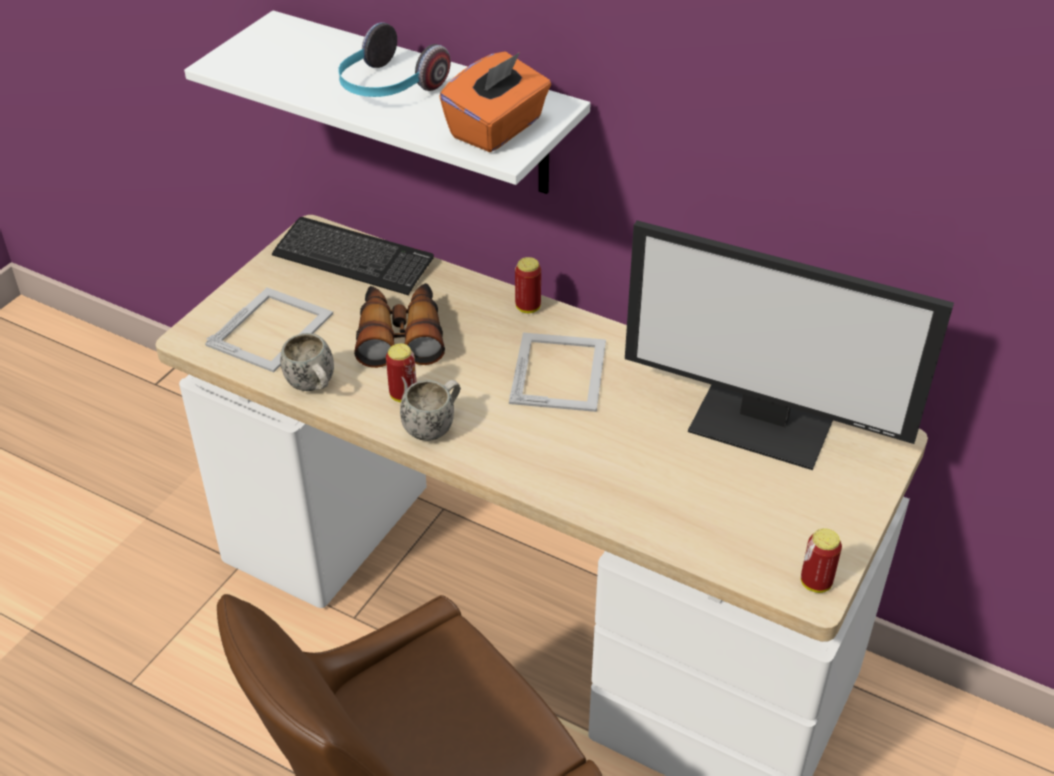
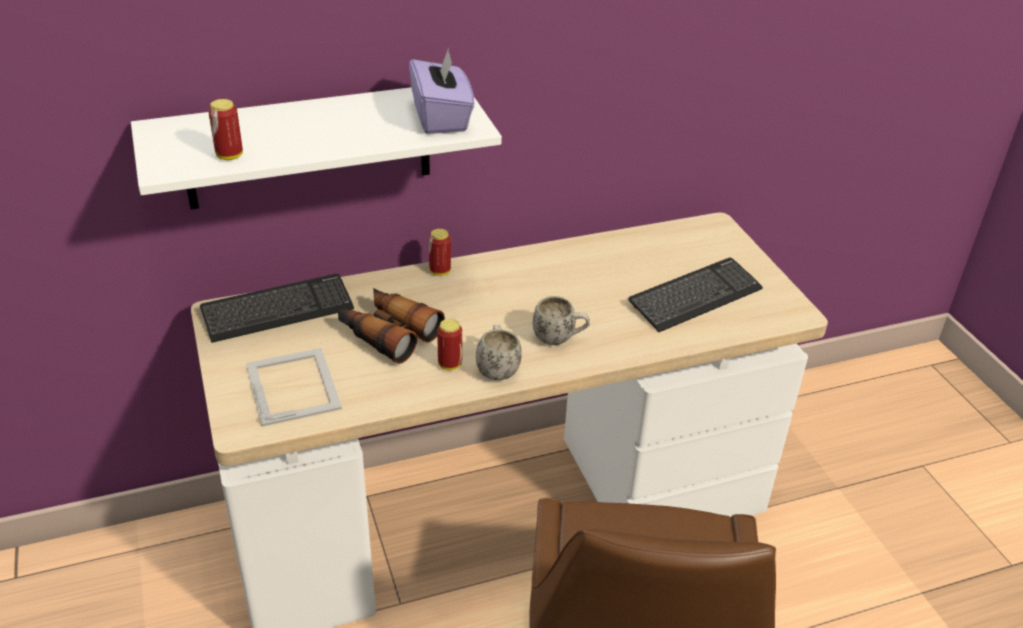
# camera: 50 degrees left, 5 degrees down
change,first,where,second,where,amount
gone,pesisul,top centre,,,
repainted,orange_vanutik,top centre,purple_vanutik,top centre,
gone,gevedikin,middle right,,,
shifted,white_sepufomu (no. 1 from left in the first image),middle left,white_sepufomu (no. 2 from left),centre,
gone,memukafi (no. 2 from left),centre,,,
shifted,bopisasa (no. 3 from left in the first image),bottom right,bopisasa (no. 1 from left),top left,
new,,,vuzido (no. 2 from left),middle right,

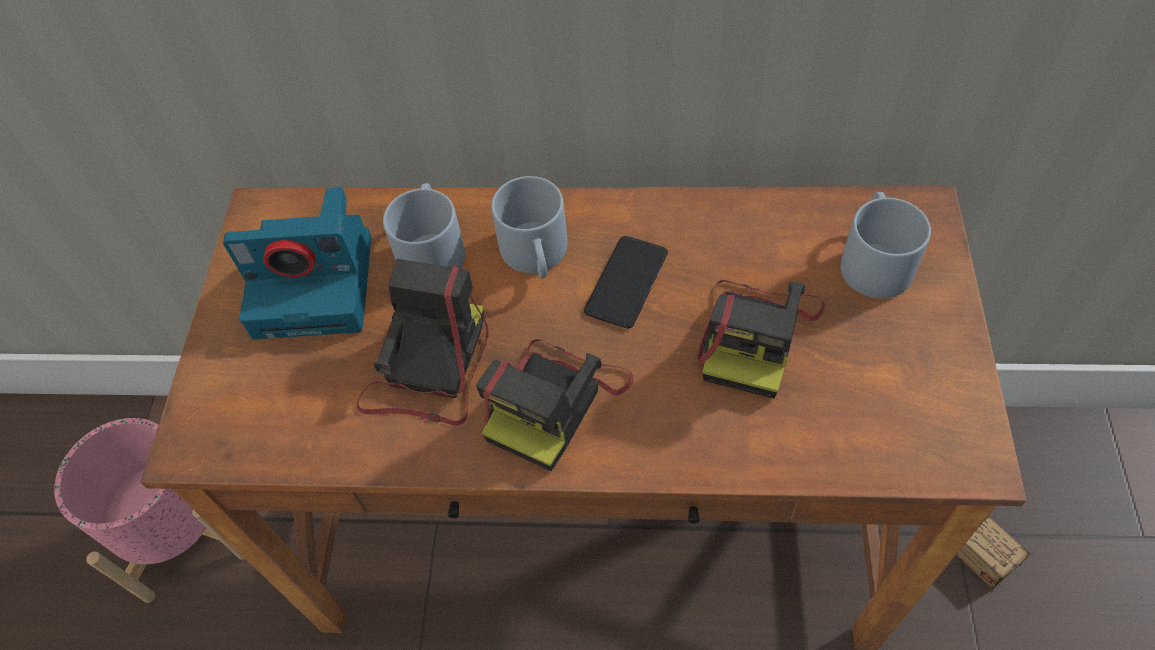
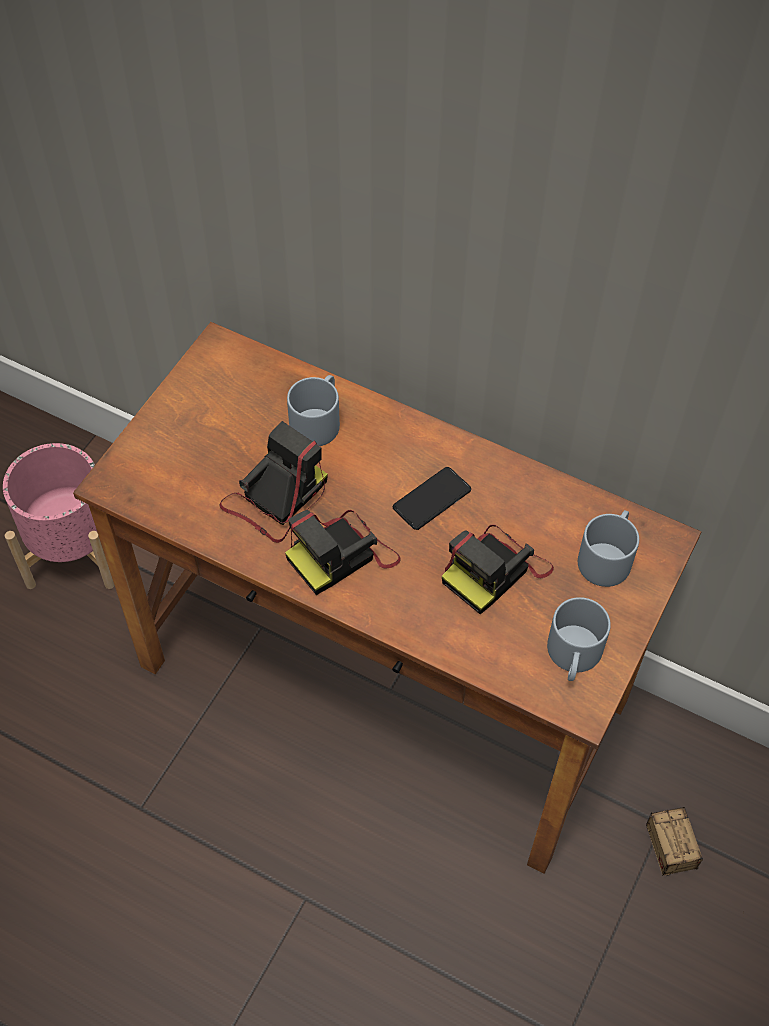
# camera: 20 degrees right, 0 degrees up
change,first,where,second,where,amount
shifted,grey_sepufomu (no. 2 from left),centre,,middle right,
gone,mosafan (no. 1 from left),middle left,,,

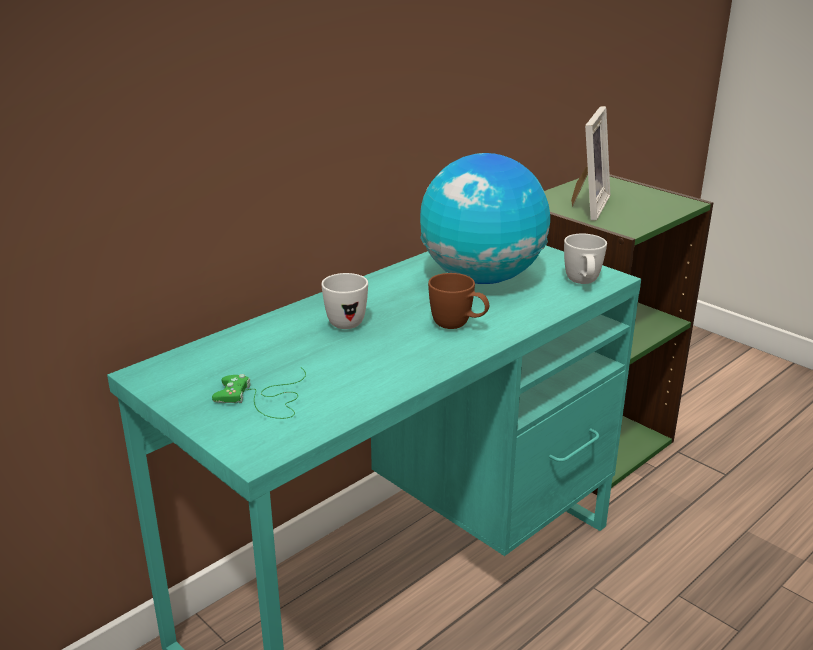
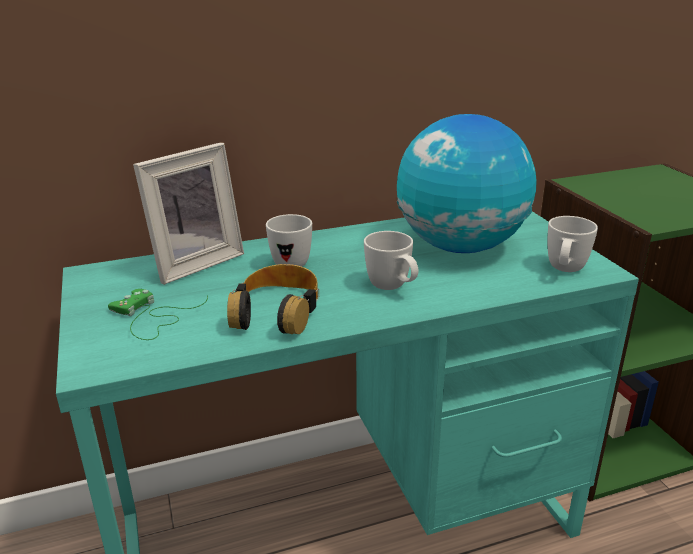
# camera: 25 degrees right, 0 degrees up
change,first,where,second,where,amount
shifted,memukafi,top right,,middle left,
repainted,brown_sepufomu,centre,white_sepufomu (no. 2 from left),centre,
new,,,pesisul,centre,

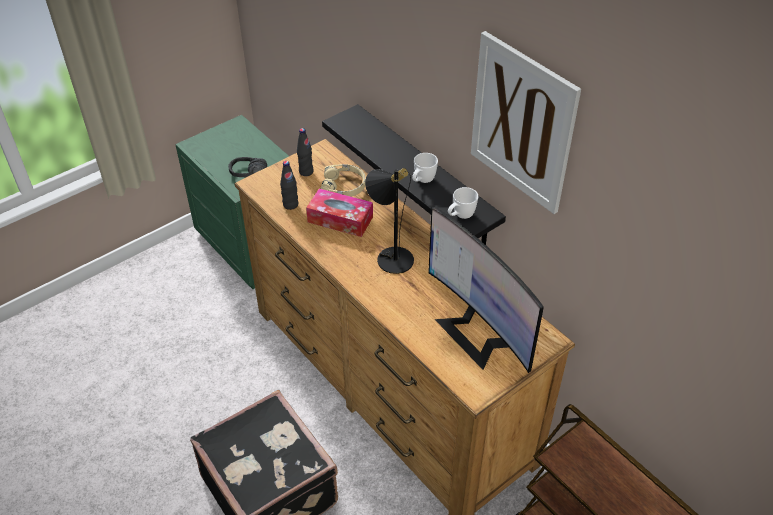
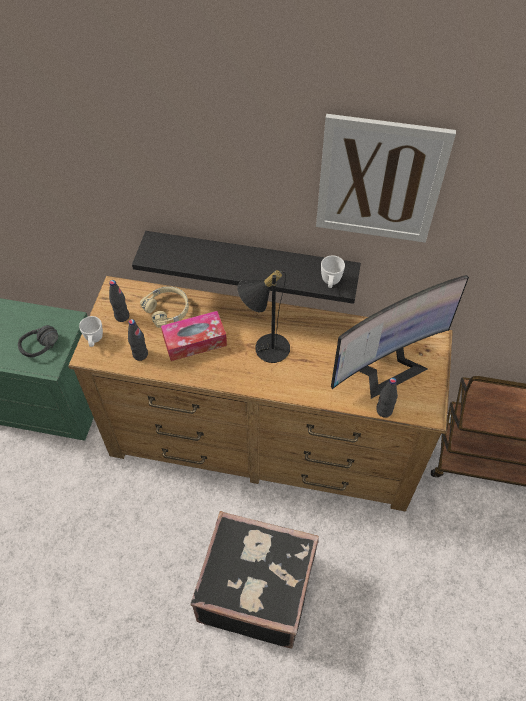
# camera: 40 degrees left, 10 degrees up
change,first,where,second,where,amount
shifted,white_sepufomu (no. 1 from left),top centre,,middle left,
rotated,gevedikin,centre,,middle right,45 degrees counterclockwise
new,,,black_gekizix (no. 3 from left),middle right,

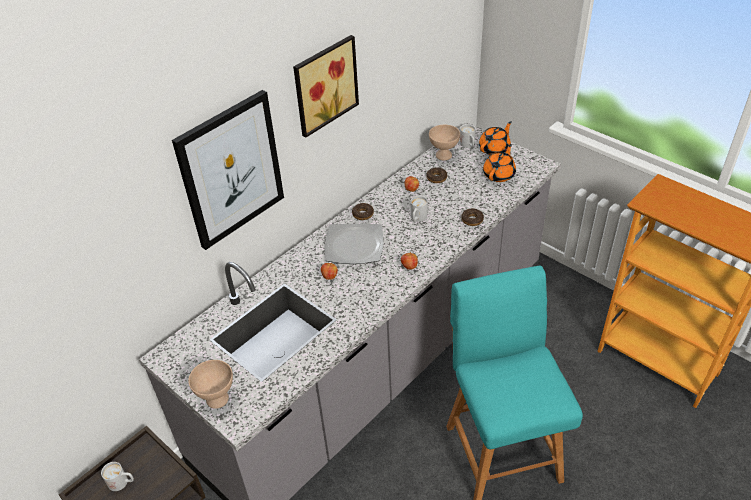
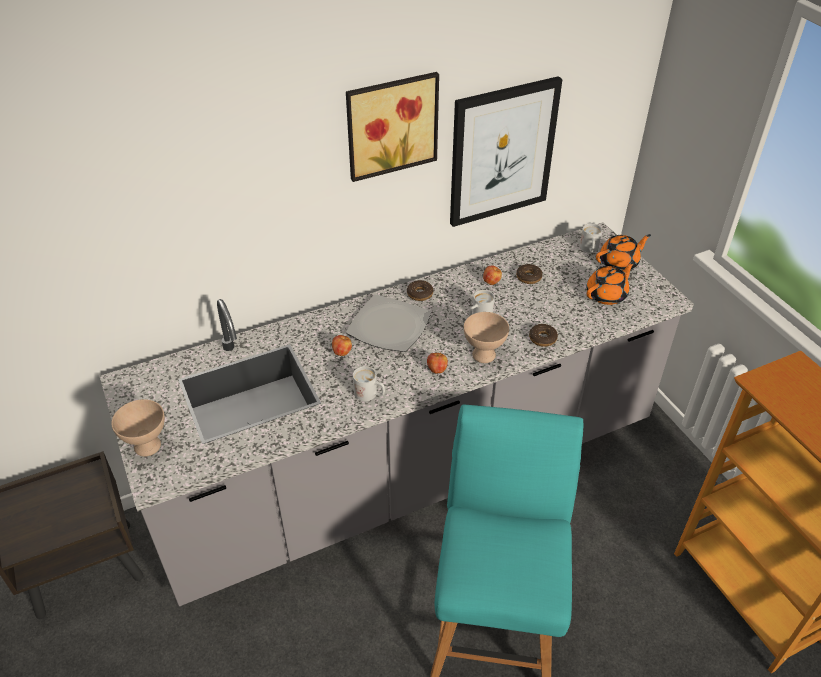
# camera: 20 degrees right, 0 degrees up
change,first,where,second,where,amount
shifted,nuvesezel (no. 1 from left in the first image),middle left,nuvesezel (no. 2 from left),top centre,
shifted,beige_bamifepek (no. 2 from left),top centre,,centre,
shifted,white_sepufomu (no. 1 from left),bottom left,,centre,

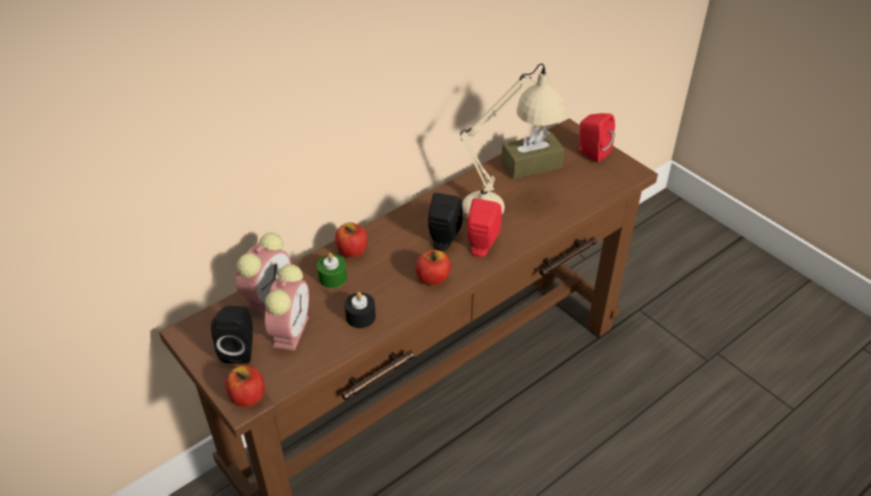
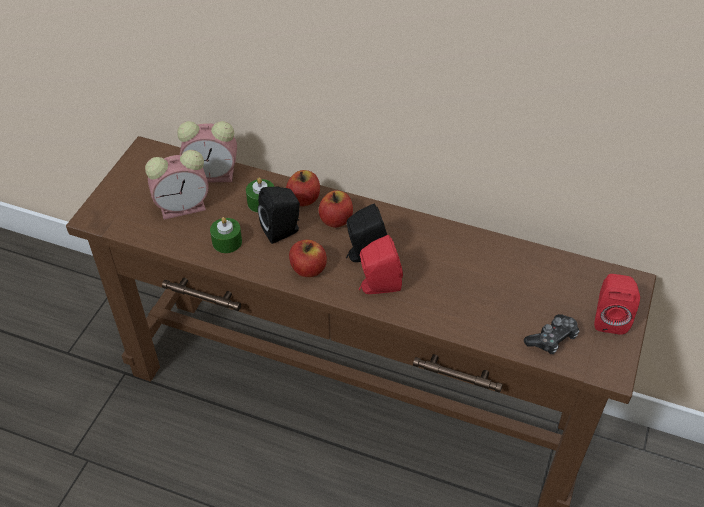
# camera: 60 degrees right, 5 degrees up
change,first,where,second,where,amount
gone,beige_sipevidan,top centre,,,
gone,brown_vanutik,top centre,,,
repainted,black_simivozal,centre,green_simivozal (no. 1 from left),middle left,
shifted,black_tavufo (no. 1 from left),bottom left,,centre,
shifted,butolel (no. 1 from left in the first image),bottom left,butolel (no. 3 from left),centre,
new,,,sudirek,middle right,

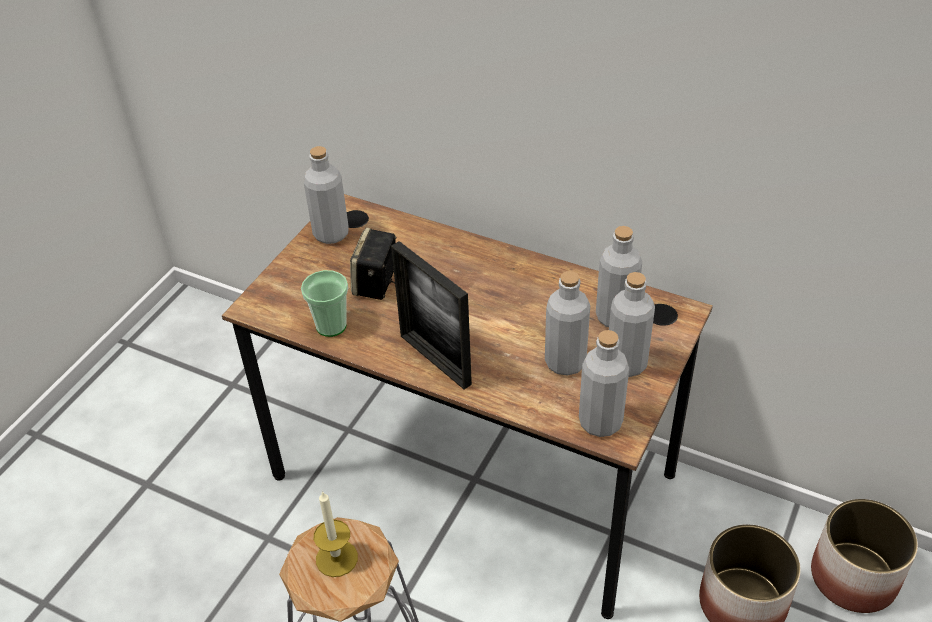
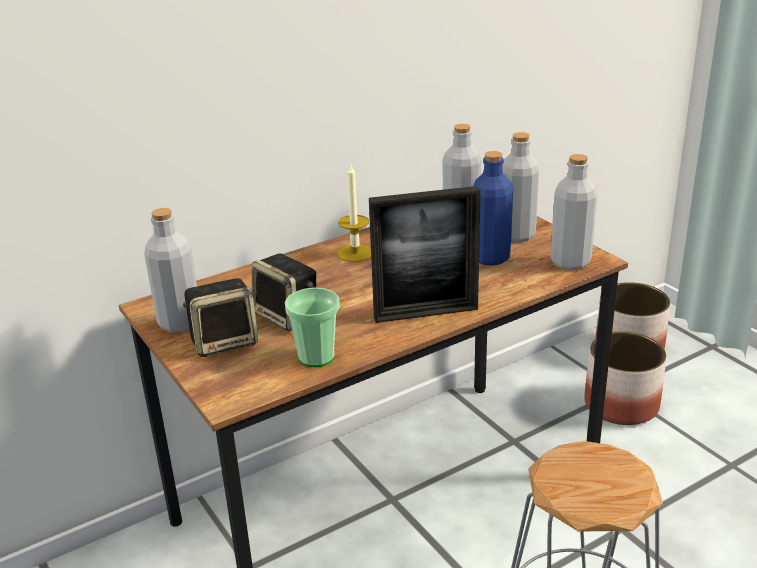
# camera: 60 degrees left, 15 degrees down
change,first,where,second,where,amount
repainted,grey_gekizix (no. 2 from left),centre,blue_gekizix,centre,
shifted,simivozal,bottom centre,,centre,
new,,,tavufo (no. 1 from left),middle left,

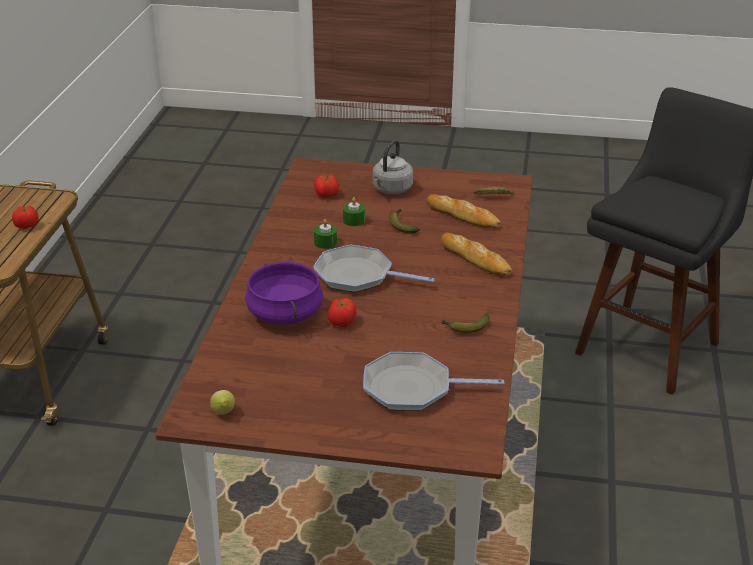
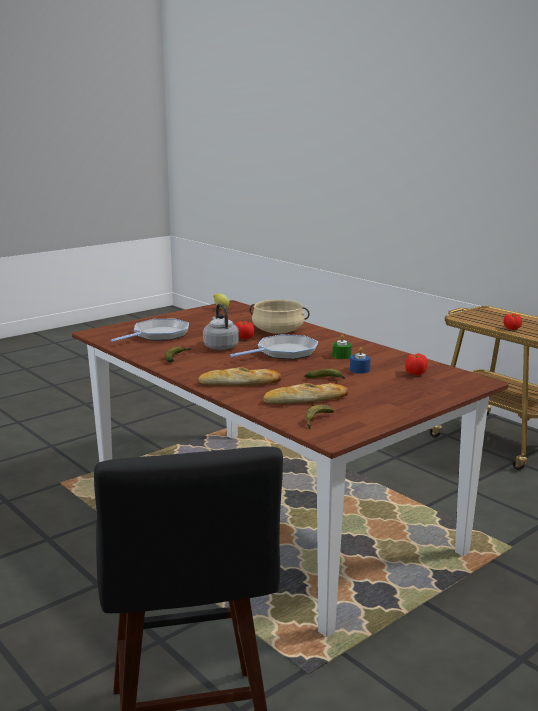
# camera: 130 degrees right, 15 degrees down
change,first,where,second,where,amount
shifted,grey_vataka,top centre,,centre,
repainted,green_simivozal (no. 2 from left),centre,blue_simivozal,middle right,
repainted,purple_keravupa,centre,beige_keravupa,centre,

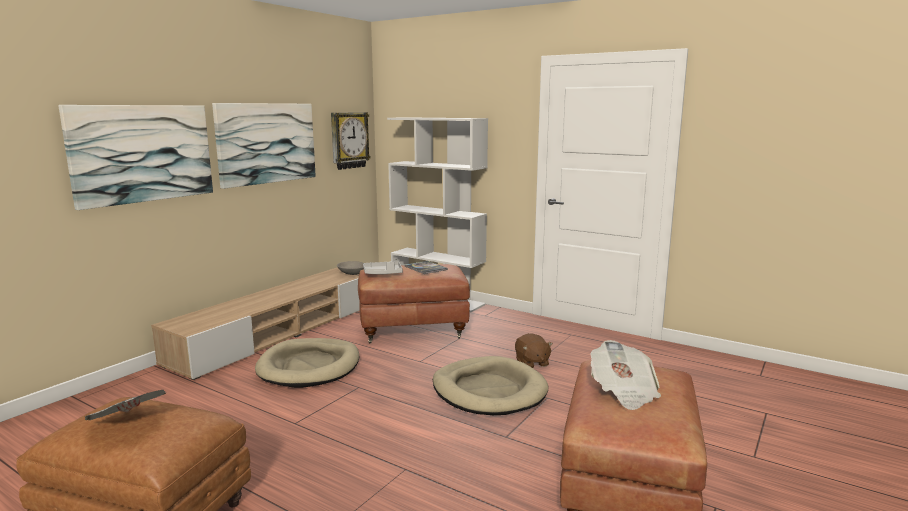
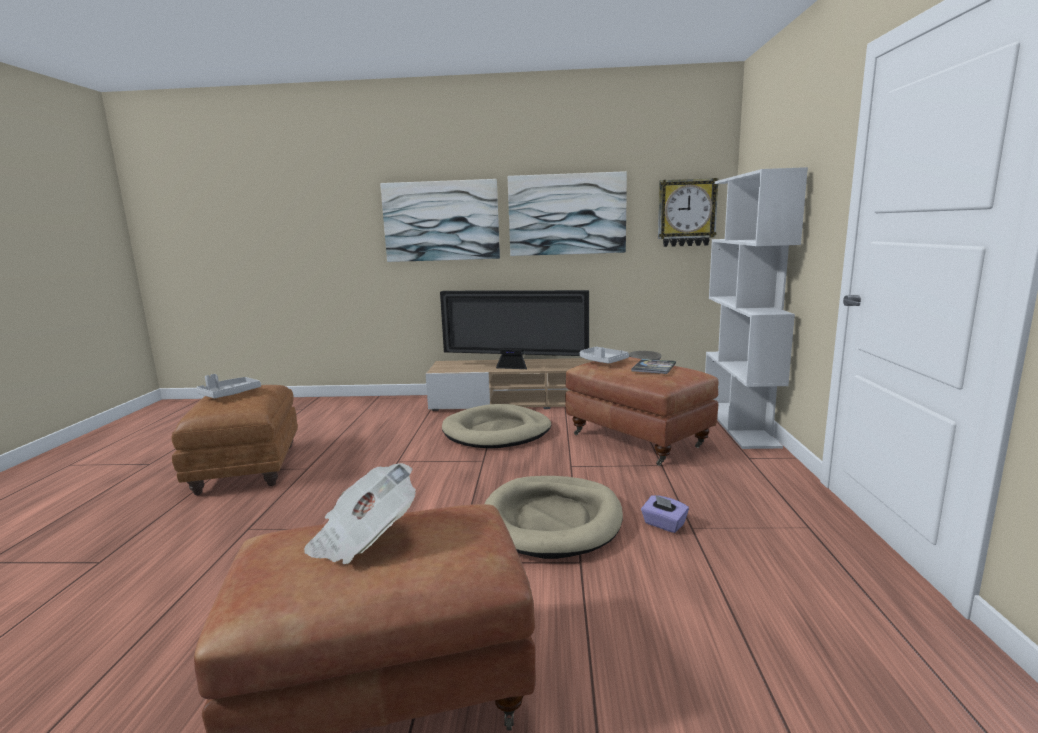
# camera: 60 degrees right, 0 degrees up
change,first,where,second,where,amount
swapped,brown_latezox,bottom centre,purple_vanutik,bottom centre,
swapped,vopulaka (no. 1 from left),bottom left,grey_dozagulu (no. 1 from left),middle left,
new,,,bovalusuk,centre,

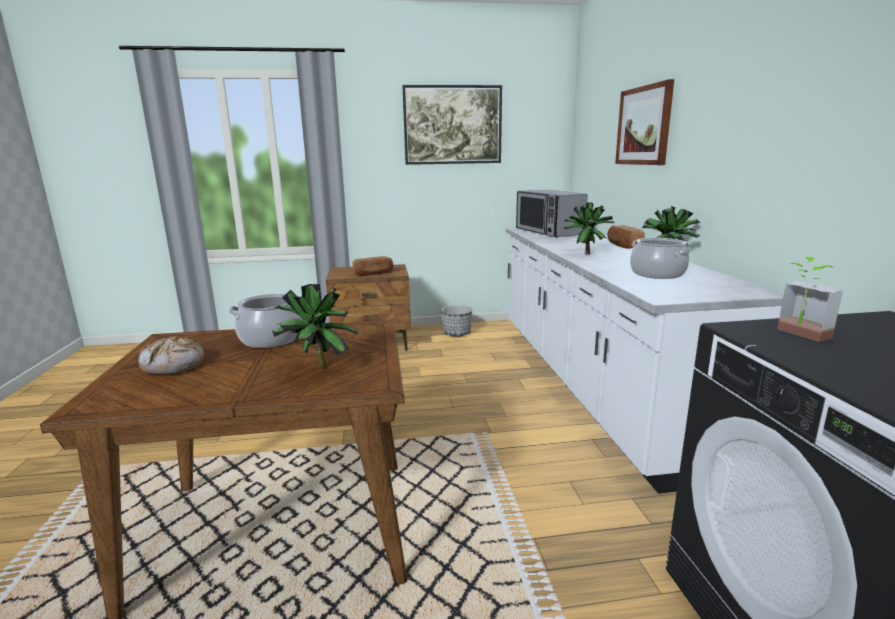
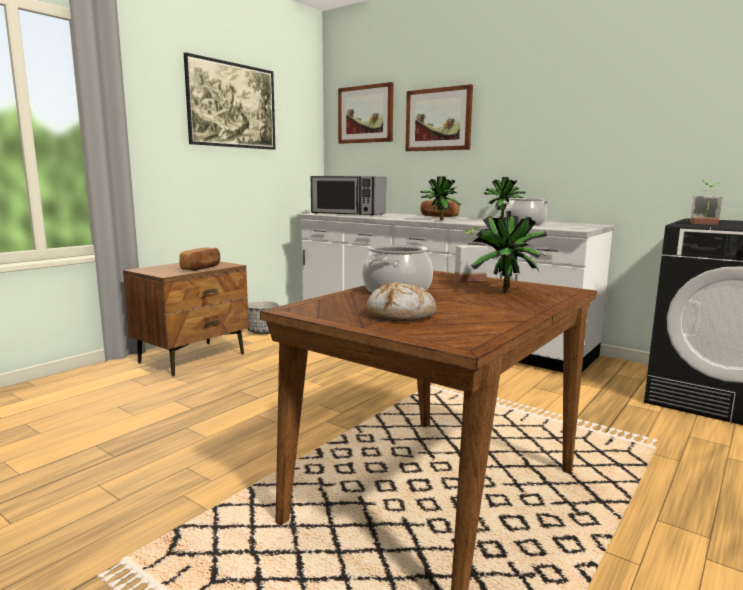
# camera: 45 degrees left, 5 degrees down
change,first,where,second,where,amount
new,,,nuvesezel (no. 2 from left),top centre,
new,,,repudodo (no. 2 from left),centre,

